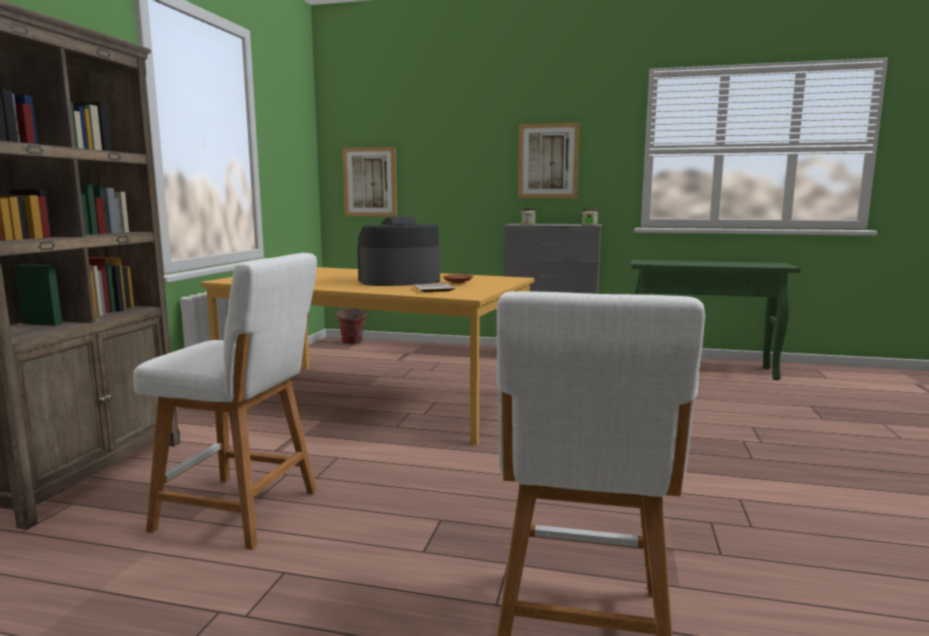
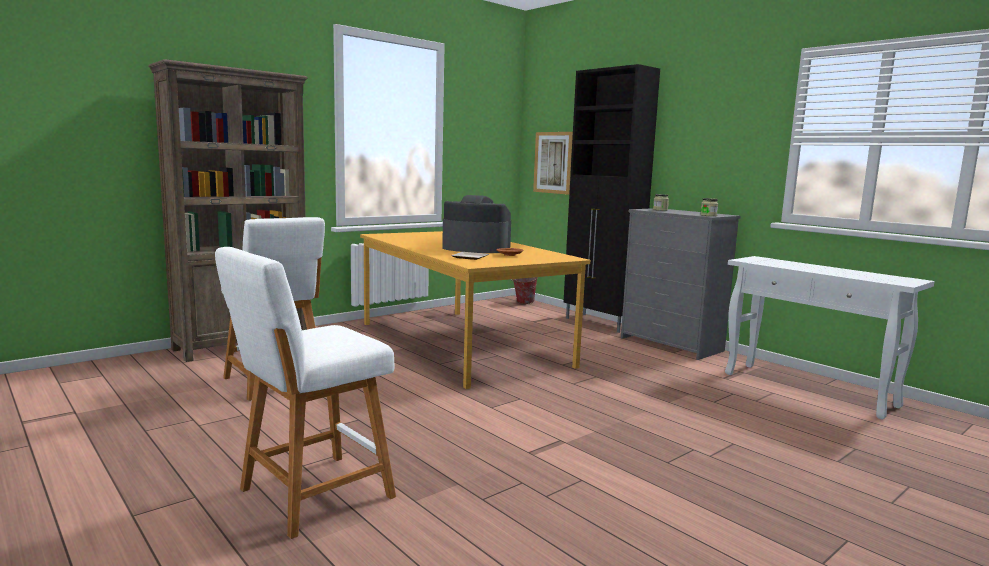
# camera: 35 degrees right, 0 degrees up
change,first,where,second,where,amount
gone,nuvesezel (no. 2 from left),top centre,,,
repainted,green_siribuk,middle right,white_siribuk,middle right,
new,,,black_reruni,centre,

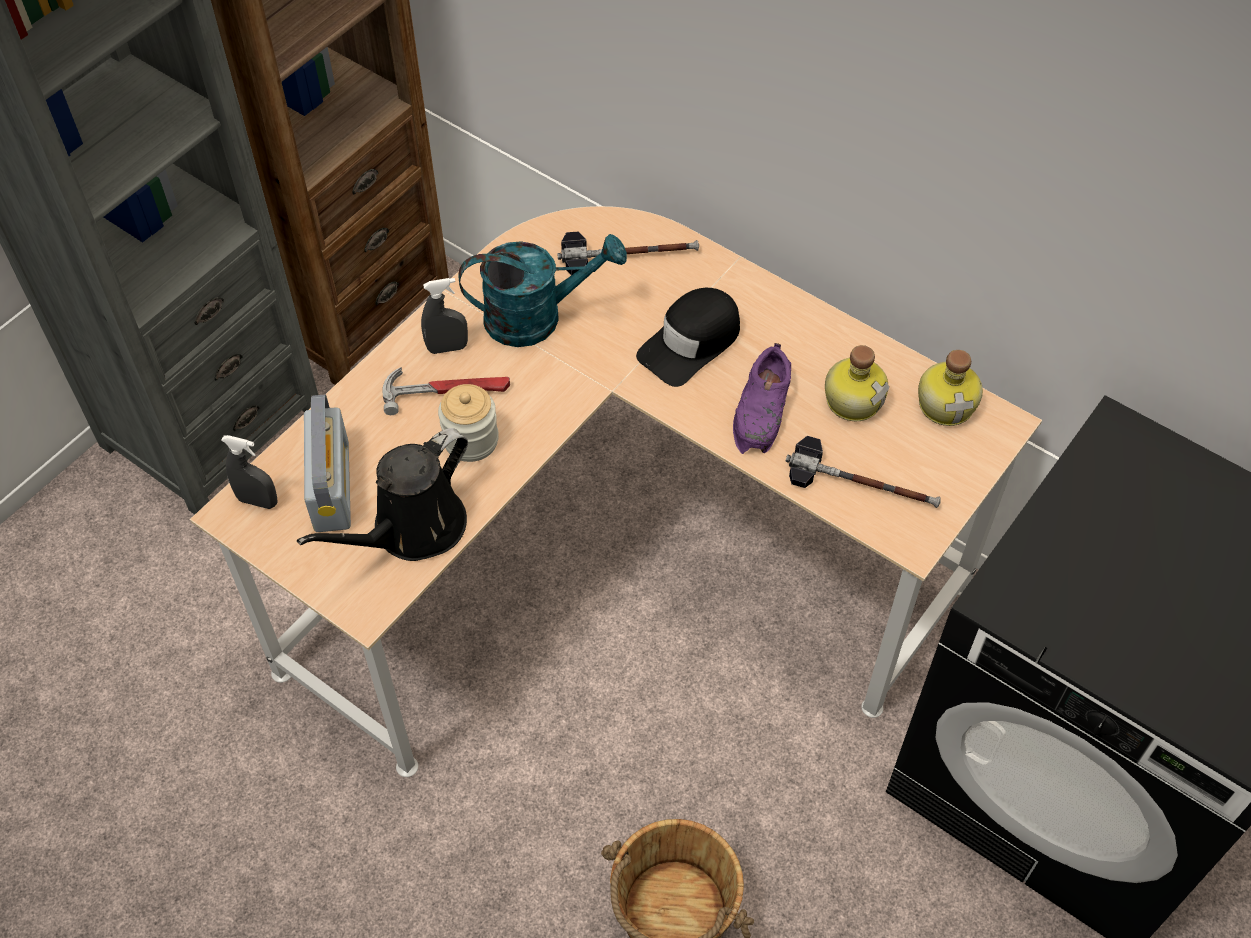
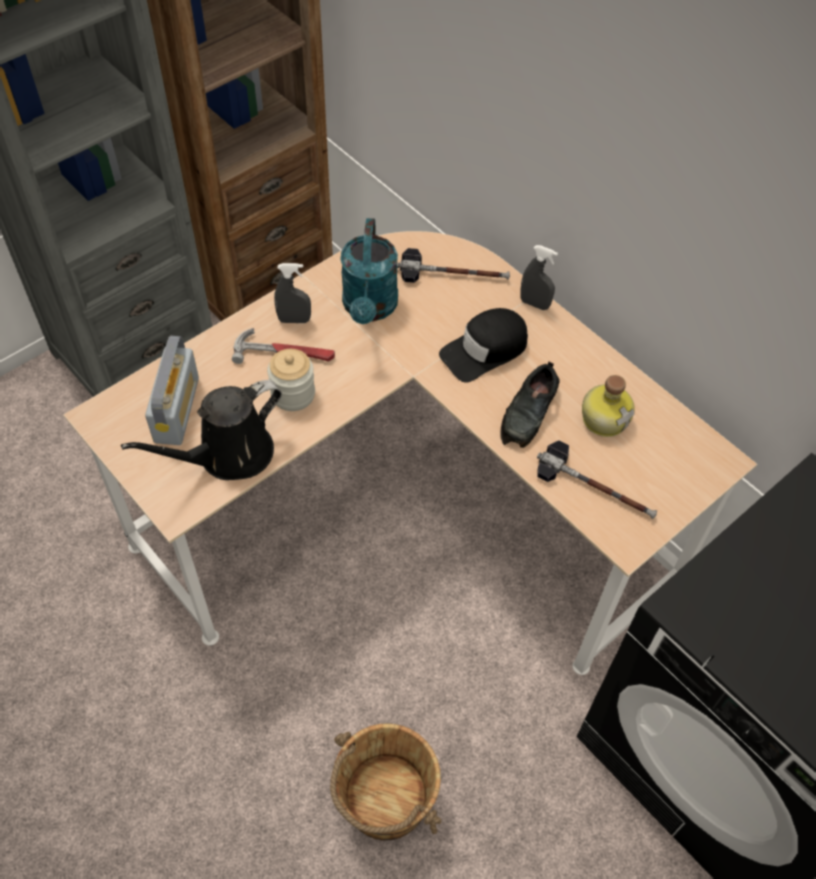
# camera: 10 degrees right, 0 degrees up
change,first,where,second,where,amount
rotated,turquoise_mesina,top centre,,top centre,90 degrees clockwise
repainted,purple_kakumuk,centre,black_kakumuk,centre,
gone,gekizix (no. 2 from left),middle right,,,
shifted,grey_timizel (no. 1 from left in the first image),middle left,grey_timizel (no. 2 from left),top centre,

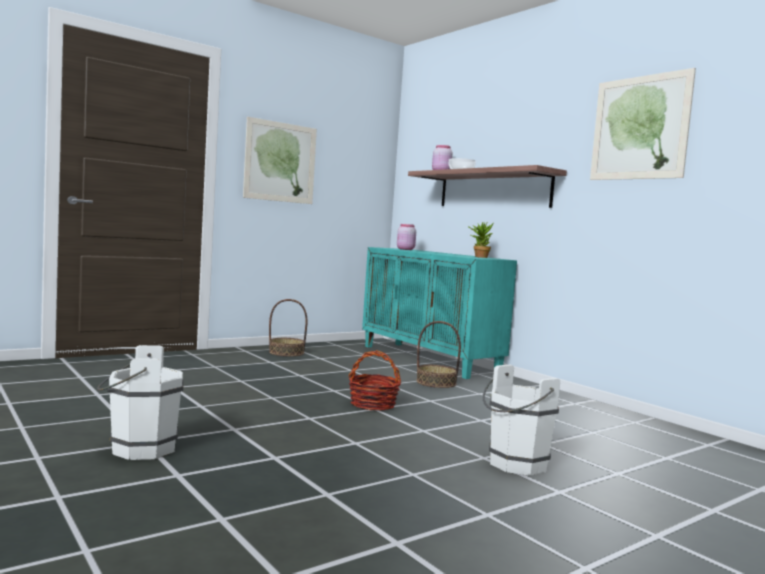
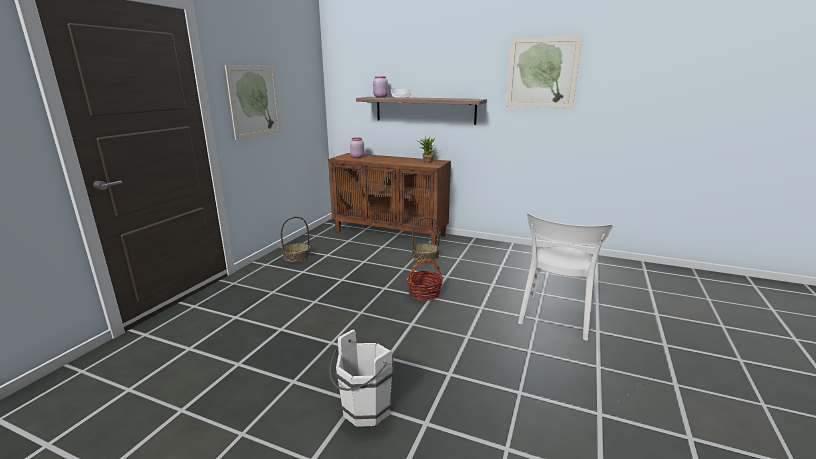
# camera: 30 degrees left, 15 degrees up
change,first,where,second,where,amount
repainted,turquoise_reruni,centre,brown_reruni,centre,
swapped,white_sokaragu (no. 2 from left),bottom right,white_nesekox,middle right,

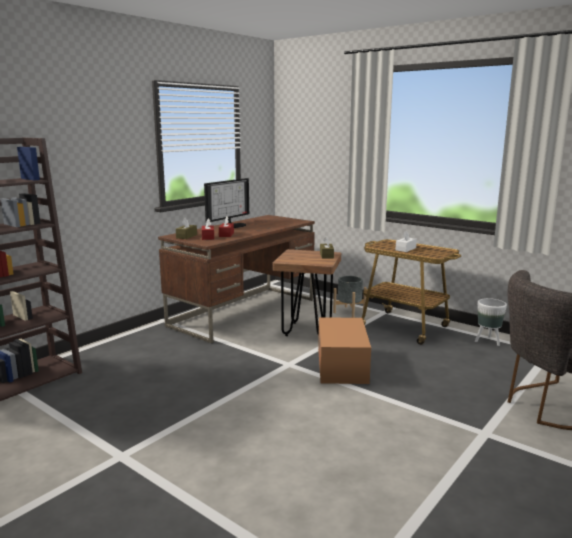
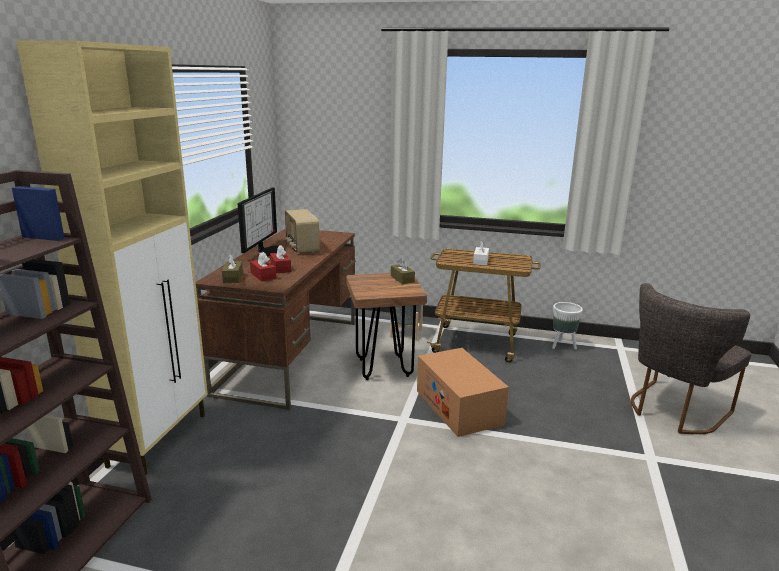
# camera: 25 degrees left, 5 degrees up
change,first,where,second,where,amount
new,,,beige_reruni,middle left,
new,,,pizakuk,centre,

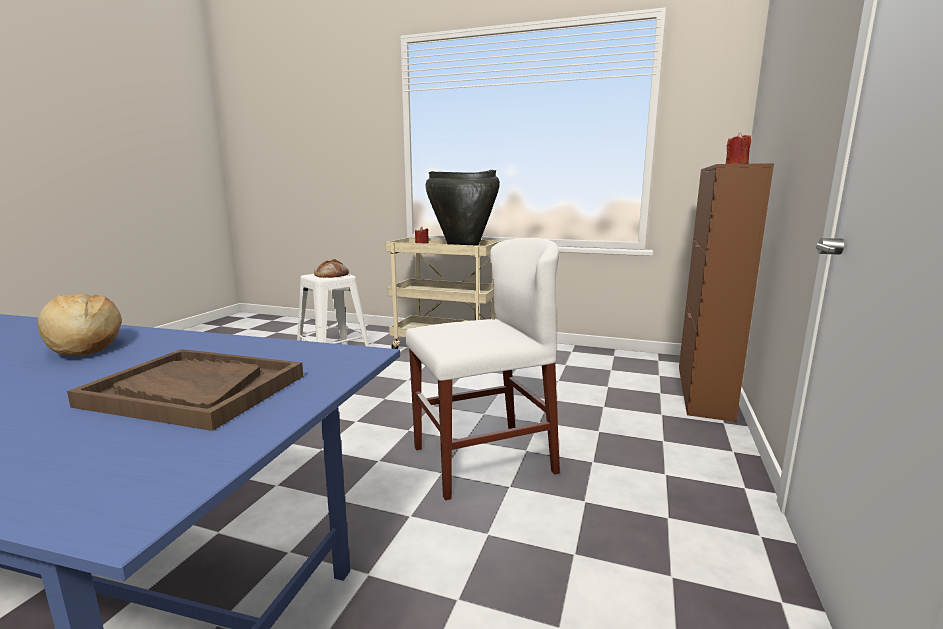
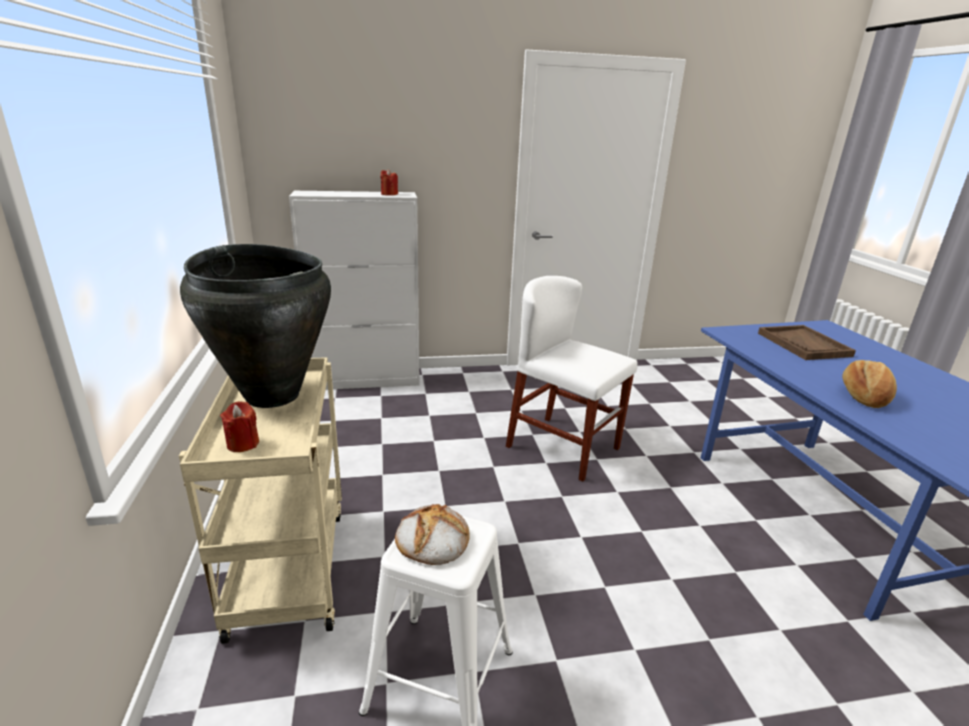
# camera: 120 degrees left, 10 degrees up
change,first,where,second,where,amount
repainted,brown_reruni,middle right,white_reruni,centre,

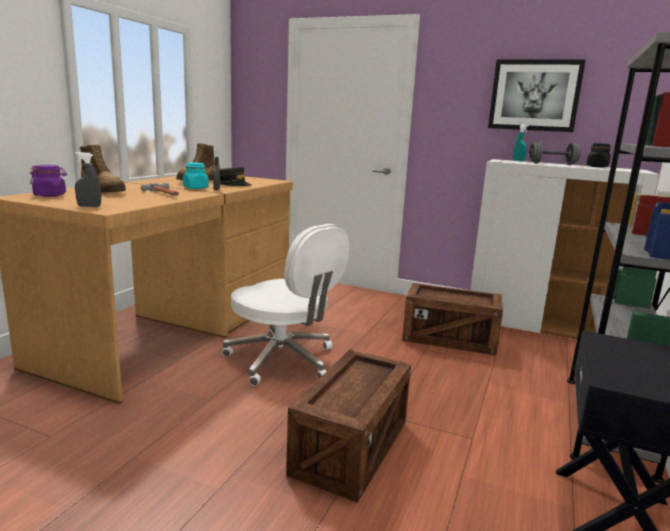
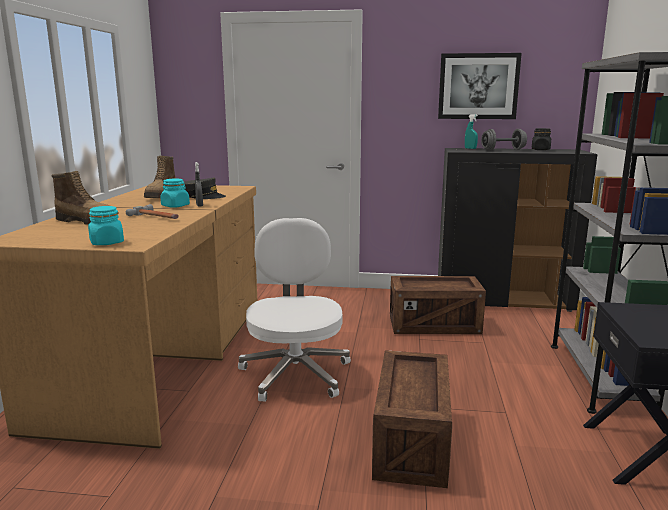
# camera: 15 degrees left, 0 degrees up
change,first,where,second,where,amount
swapped,grey_timizel (no. 1 from left),middle left,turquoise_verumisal (no. 1 from left),middle left,
repainted,white_reruni,middle right,black_reruni,middle right,
gone,purple_verumisal,middle left,,,
rotated,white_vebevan,centre,,centre,120 degrees counterclockwise

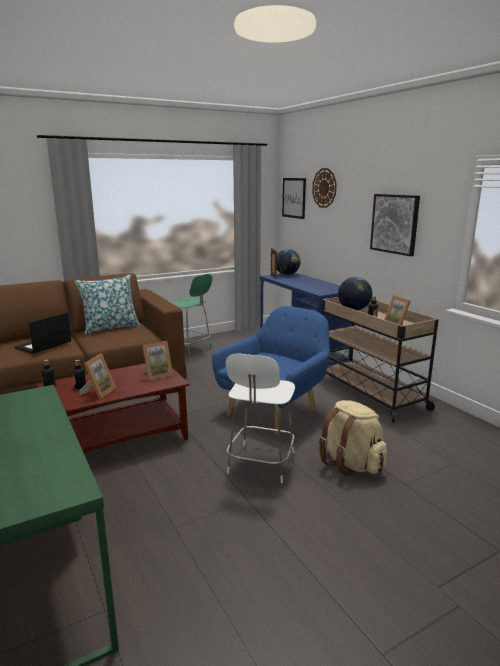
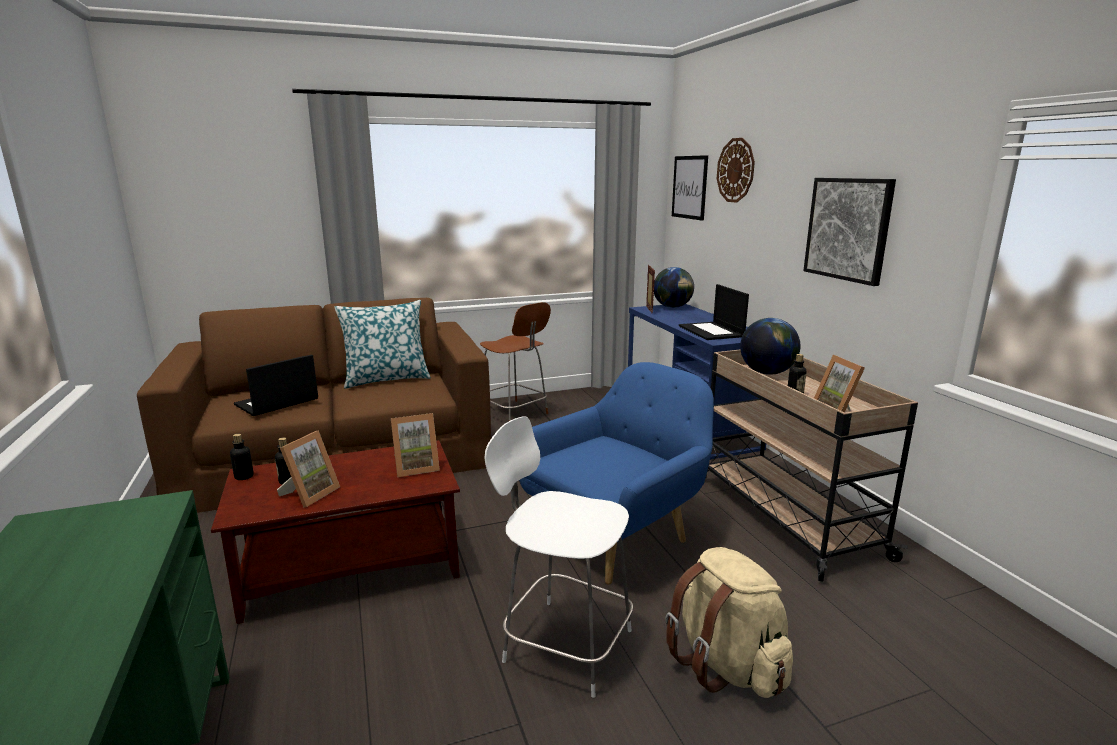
# camera: 10 degrees right, 0 degrees up
change,first,where,second,where,amount
repainted,green_nesekox,centre,brown_nesekox,centre,
rotated,white_nesekox,centre,,bottom centre,90 degrees clockwise
new,,,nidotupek (no. 2 from left),centre,

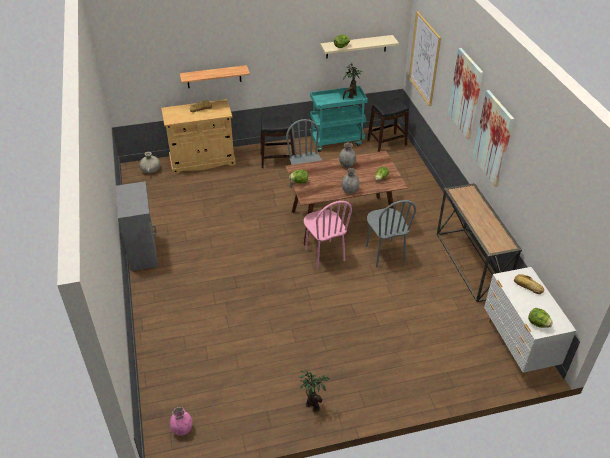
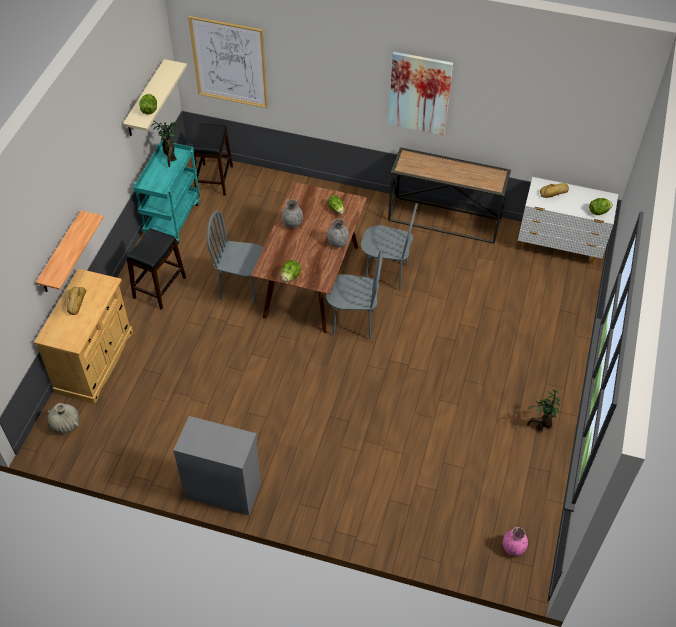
# camera: 60 degrees left, 10 degrees up
change,first,where,second,where,amount
gone,nuvesezel (no. 2 from left),top right,,,
repainted,pink_nesekox,centre,grey_nesekox (no. 2 from left),centre,

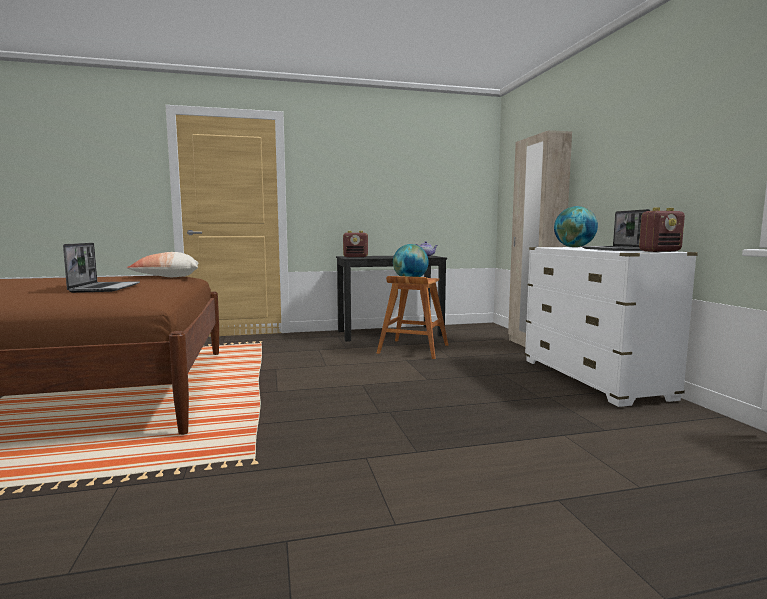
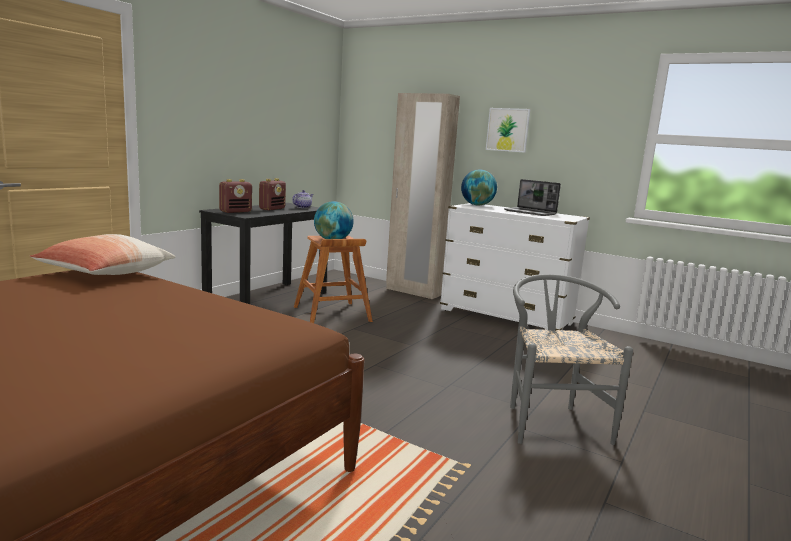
# camera: 45 degrees left, 5 degrees up
change,first,where,second,where,amount
shifted,pizakuk (no. 2 from left),middle right,,centre,
gone,nidotupek (no. 1 from left),middle left,,,
new,,,nuvesezel,top centre,
new,,,grey_nesekox,middle right,

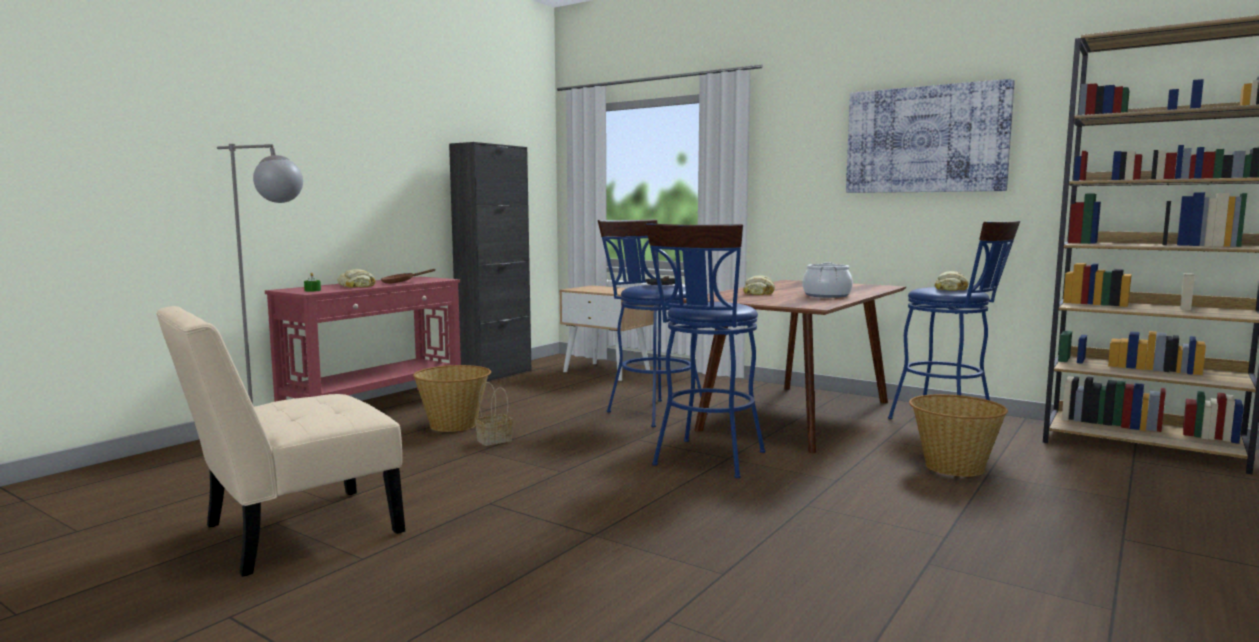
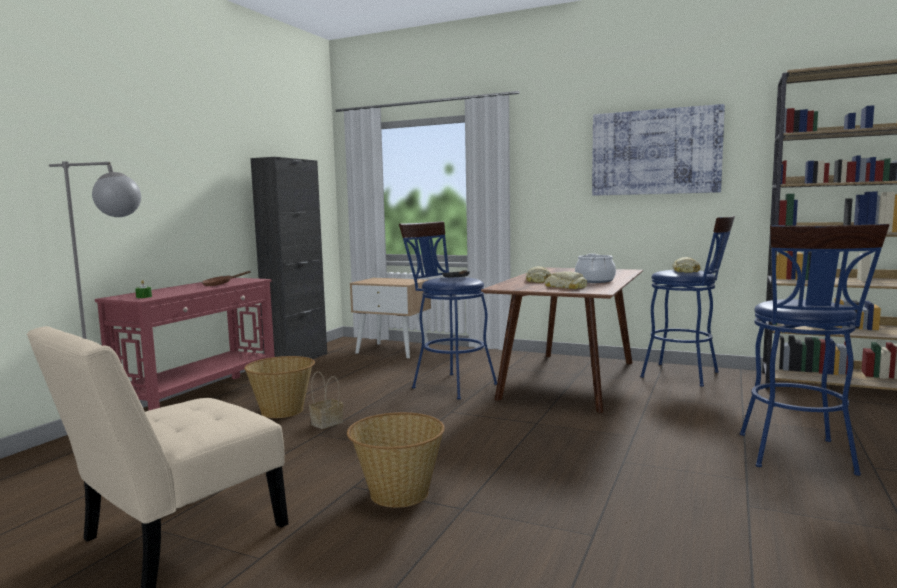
# camera: 10 degrees left, 0 degrees up
change,first,where,second,where,amount
shifted,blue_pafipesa (no. 2 from left in the first image),centre,blue_pafipesa (no. 3 from left),middle right,
shifted,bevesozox (no. 1 from left in the first image),middle left,bevesozox (no. 2 from left),centre,
shifted,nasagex (no. 3 from left),bottom right,,bottom centre,

